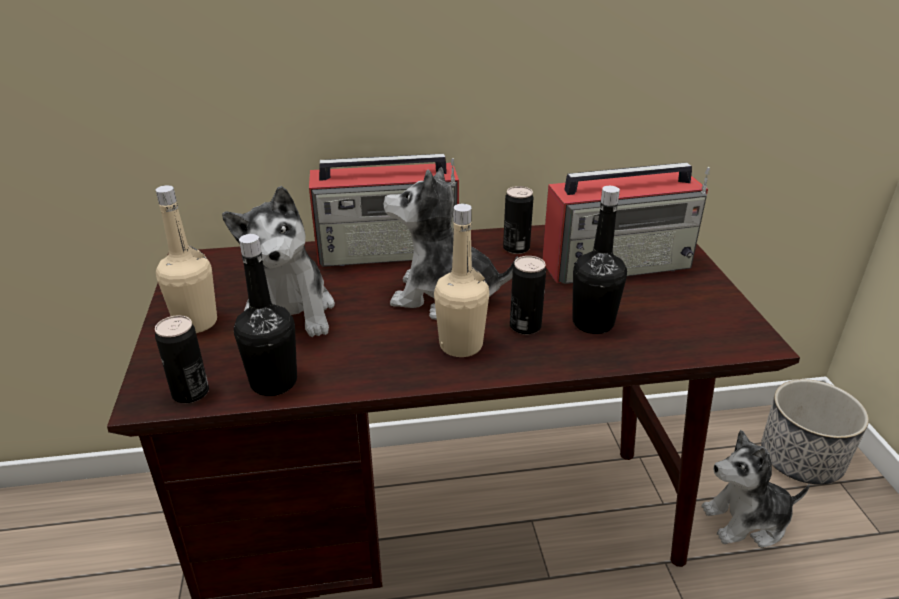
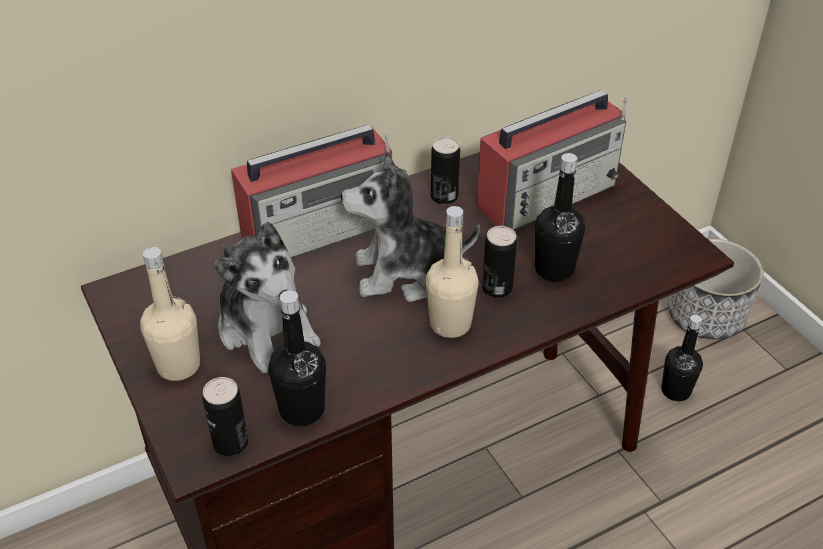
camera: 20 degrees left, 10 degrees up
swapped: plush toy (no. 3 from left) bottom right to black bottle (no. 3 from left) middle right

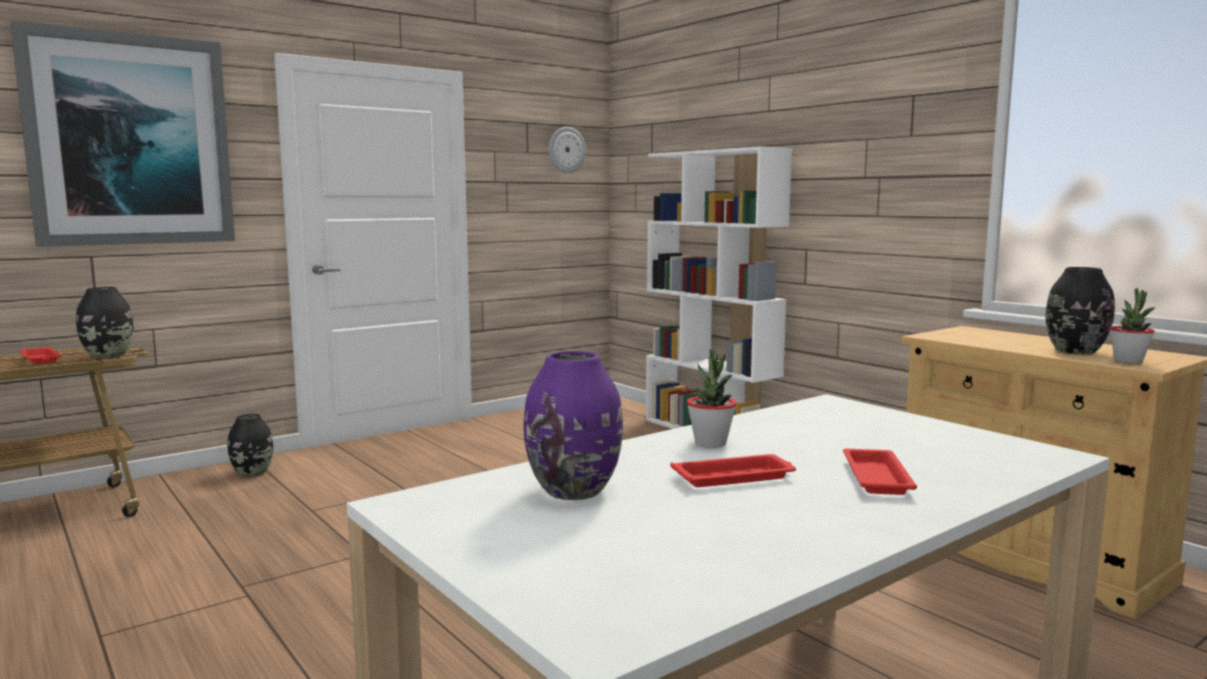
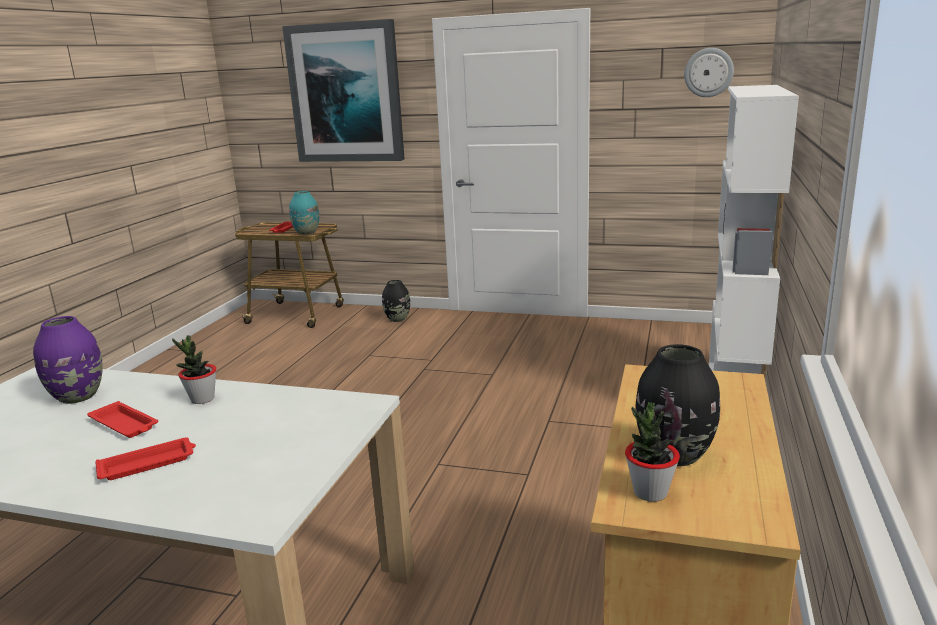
camera: 55 degrees right, 10 degrees up
repainted: black vase (no. 1 from left) middle left to turquoise vase middle left

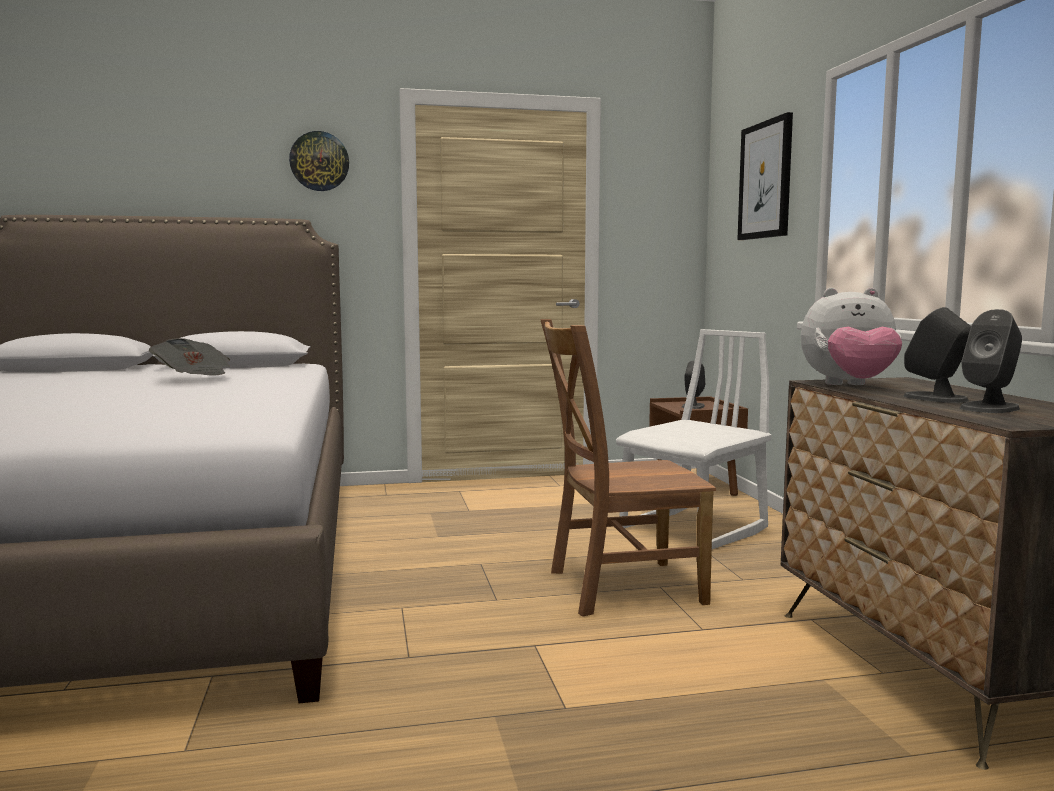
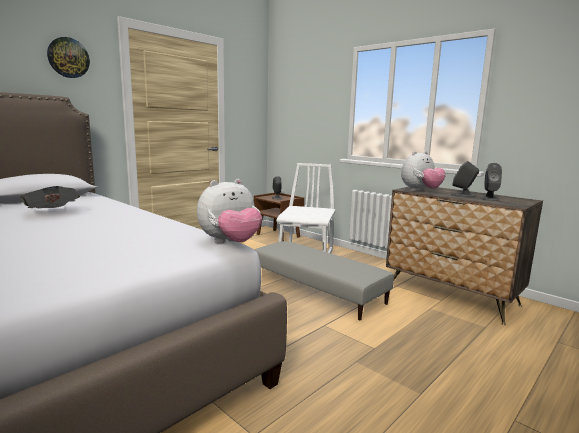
camera: 35 degrees left, 5 degrees up
gone: picture top right
new: plush toy (no. 1 from left) centre
swapped: brown chair centre to grey ottoman centre

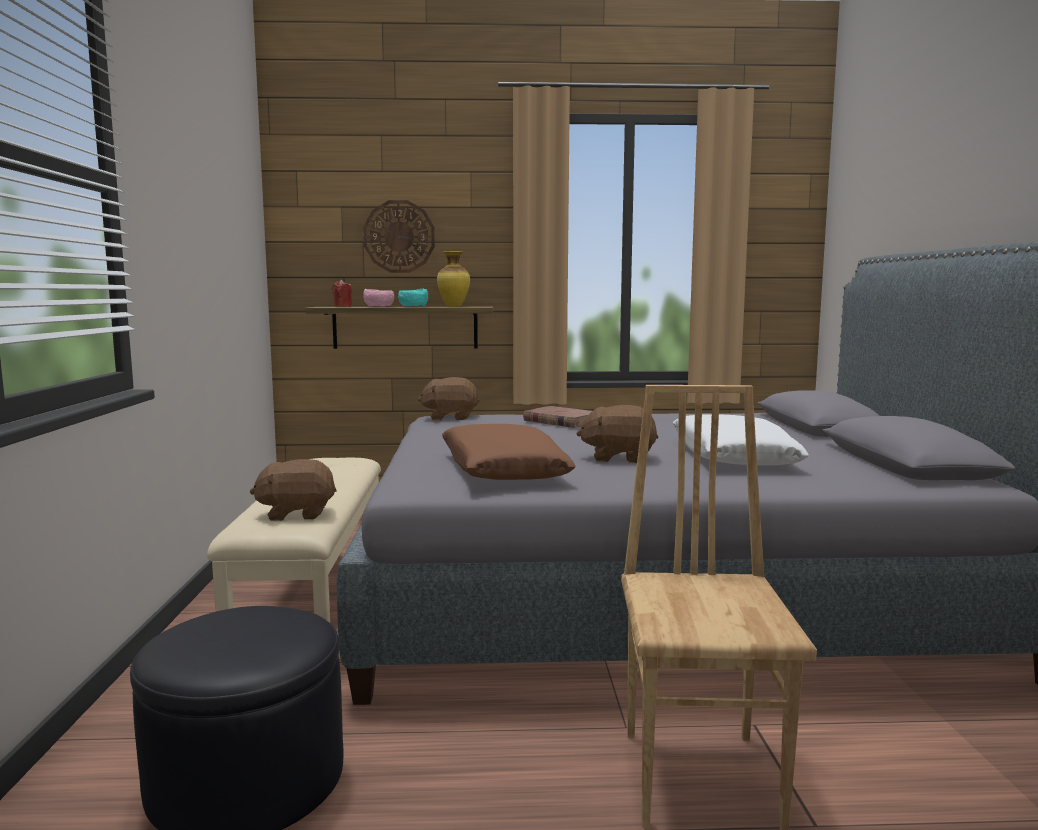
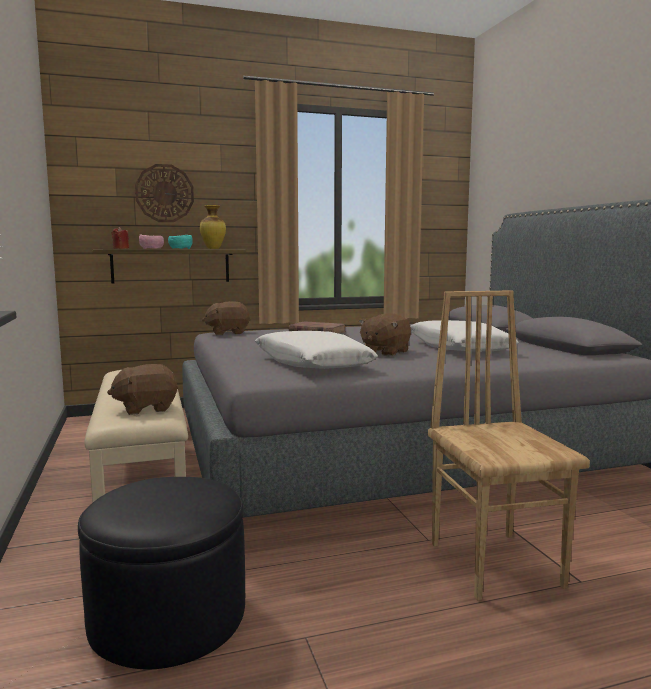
camera: 15 degrees left, 0 degrees up
repainted: brown pillow centre to white pillow (no. 1 from left) centre
rotated: brown plush toy (no. 3 from left) centre = centre 45 degrees counterclockwise

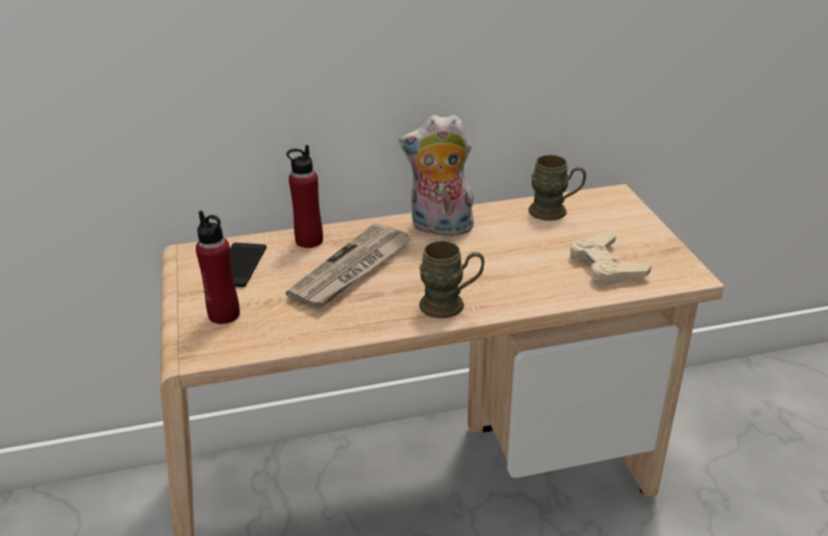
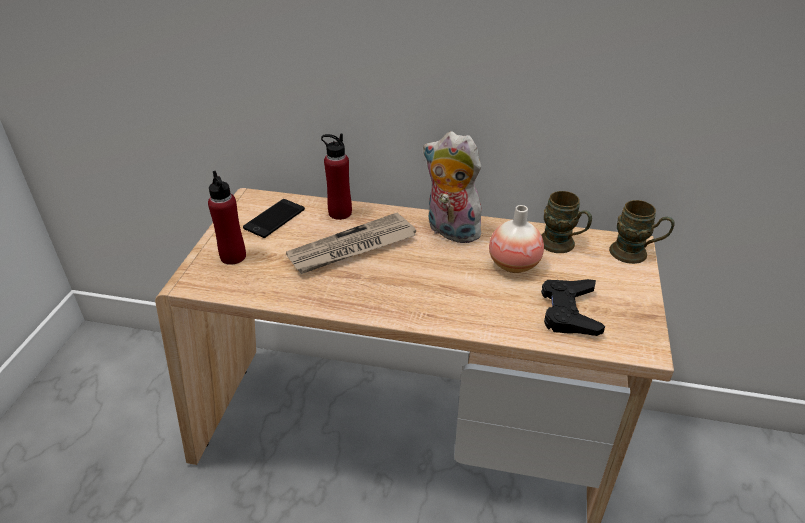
camera: 25 degrees right, 5 degrees up
new: vase centre
shifted: brown mug (no. 1 from left in the first image) centre to brown mug (no. 2 from left) middle right
repainted: beige game controller middle right to black game controller middle right

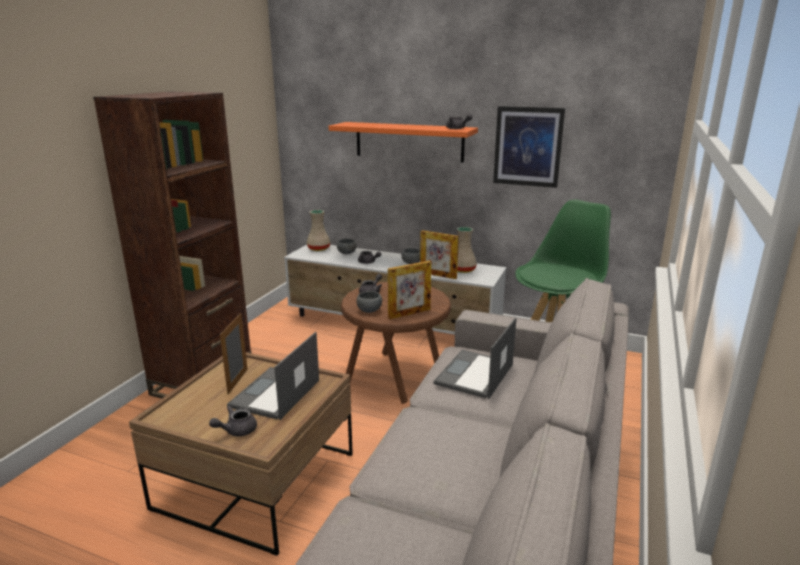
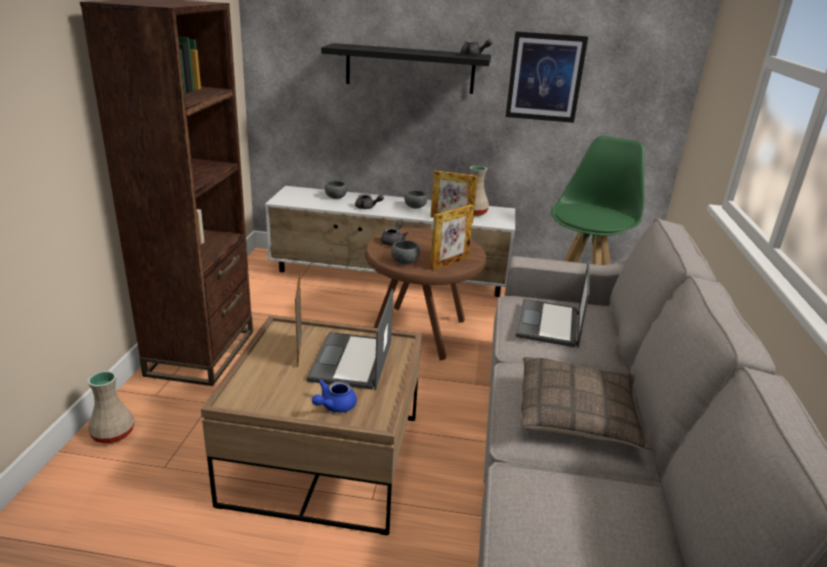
camera: 15 degrees left, 5 degrees up
new: pillow bottom right
shifted: beige vase (no. 1 from left) centre to bottom left
repainted: grey teapot (no. 1 from left) bottom left to blue teapot bottom centre; orange shelf top centre to black shelf top centre

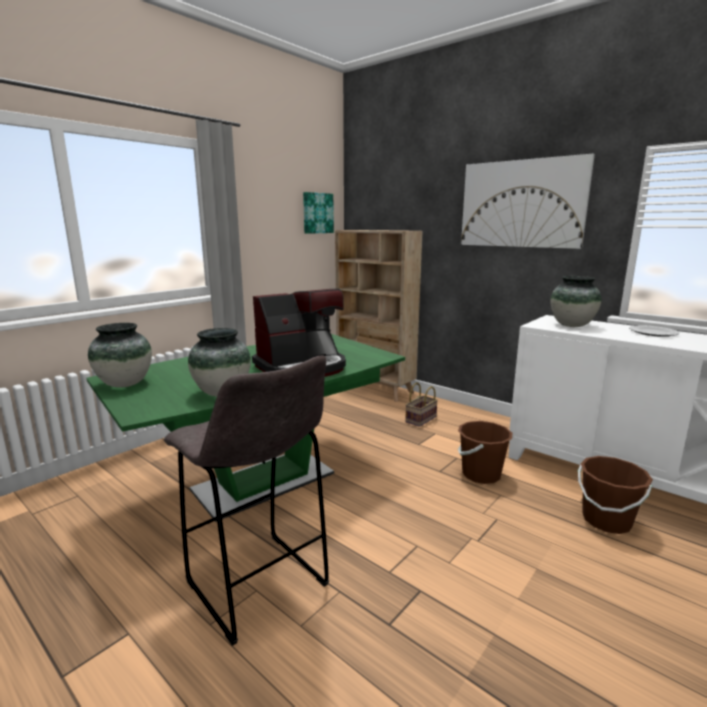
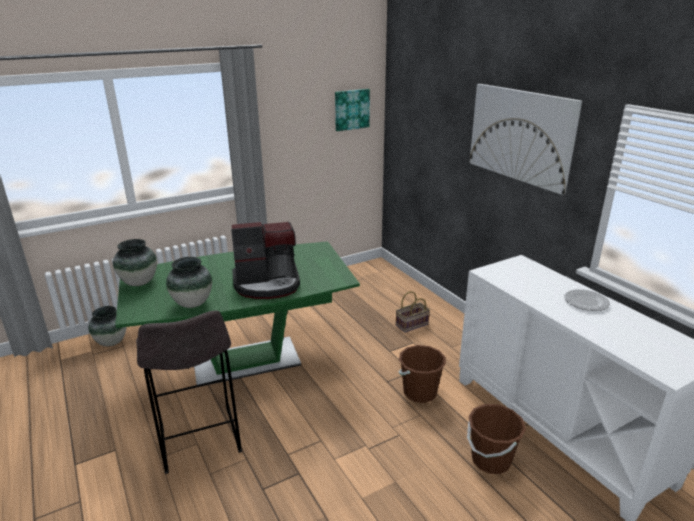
camera: 20 degrees right, 10 degrees up
gone: beige bookcase centre
shifted: vase (no. 3 from left in the first image) middle right to vase (no. 1 from left) middle left

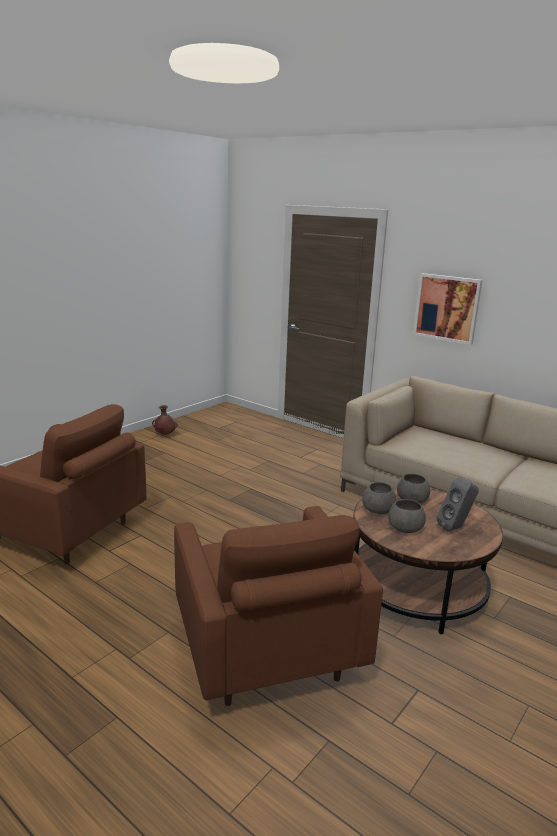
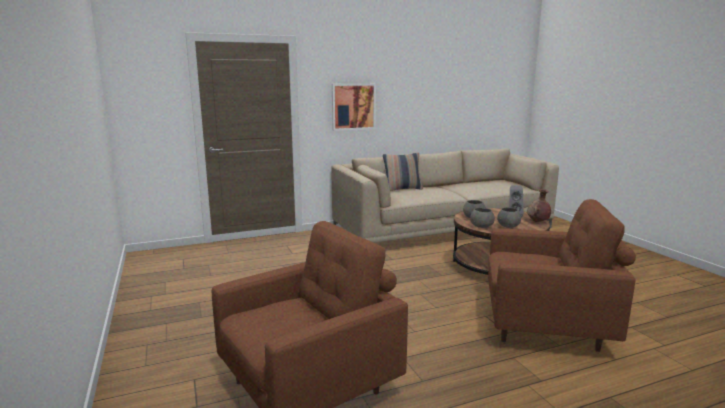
camera: 60 degrees left, 5 degrees down
new: pillow centre
shifted: brown vase middle left to middle right

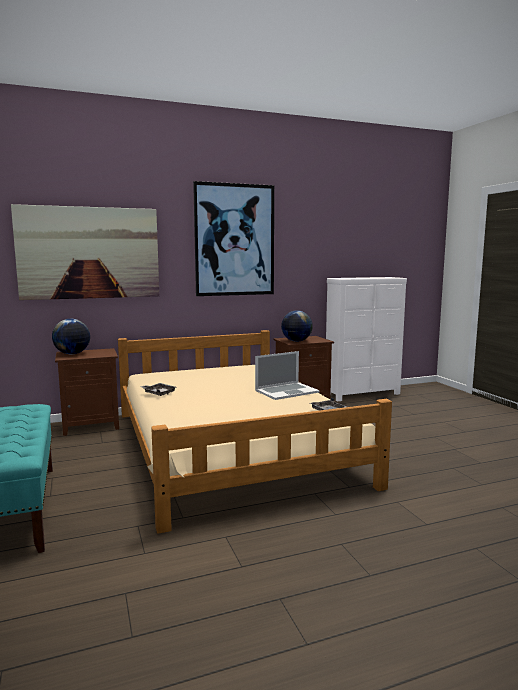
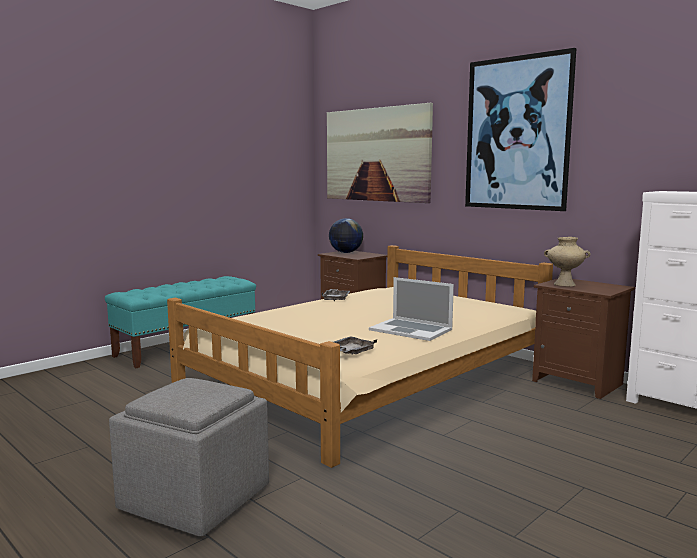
camera: 65 degrees right, 0 degrees up
new: grey ottoman bottom left
swapped: globe (no. 2 from left) centre to beige vase middle right

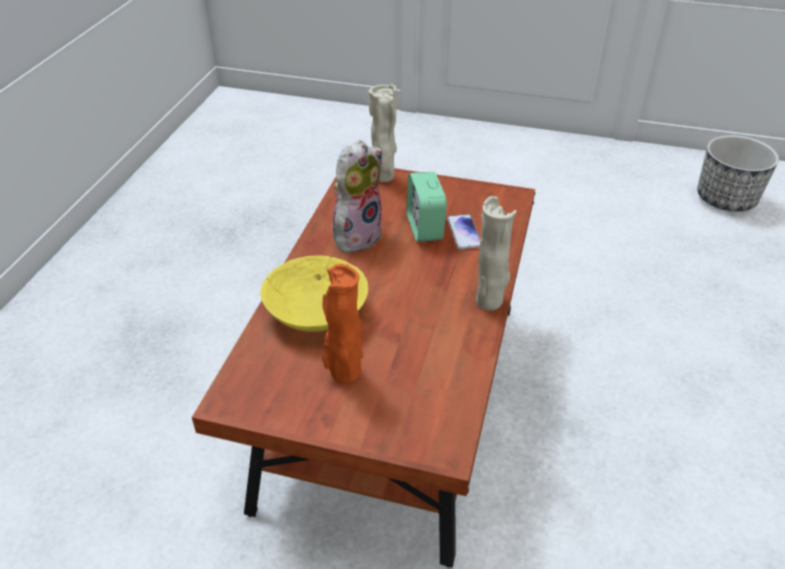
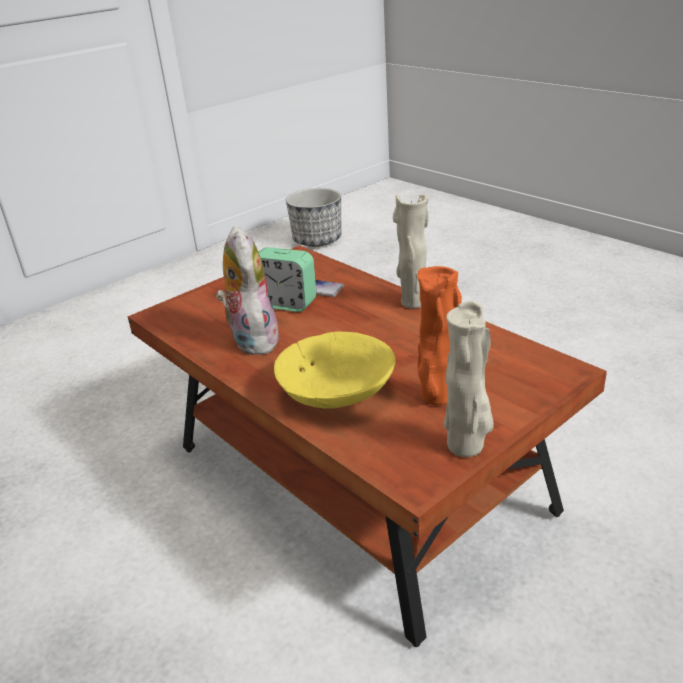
camera: 55 degrees left, 10 degrees down
shifted: beige vase (no. 1 from left in the first image) top centre to beige vase (no. 2 from left) middle right

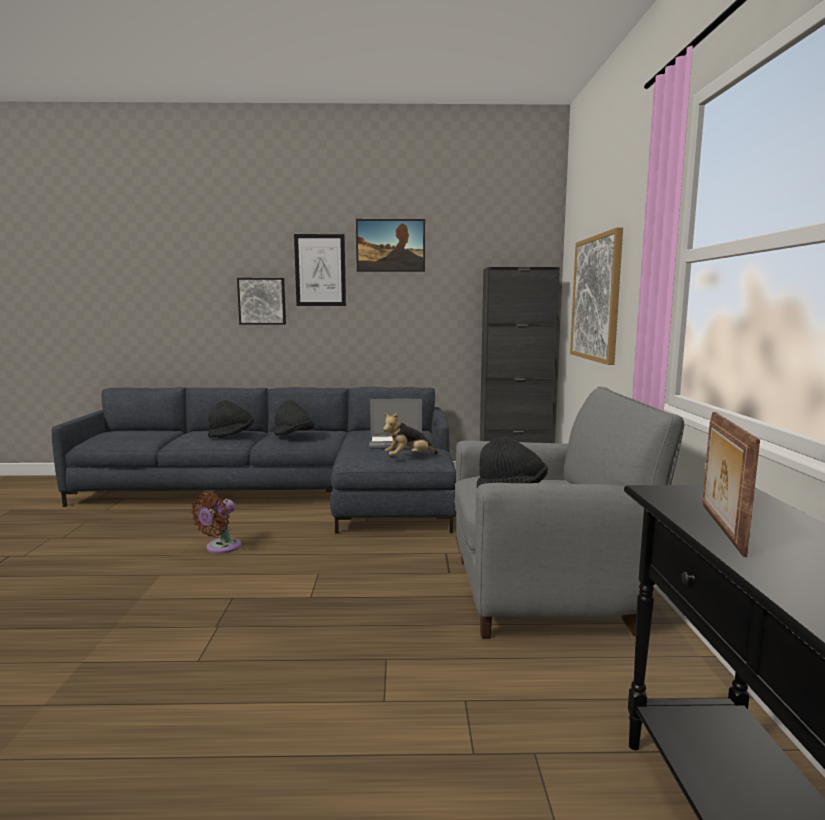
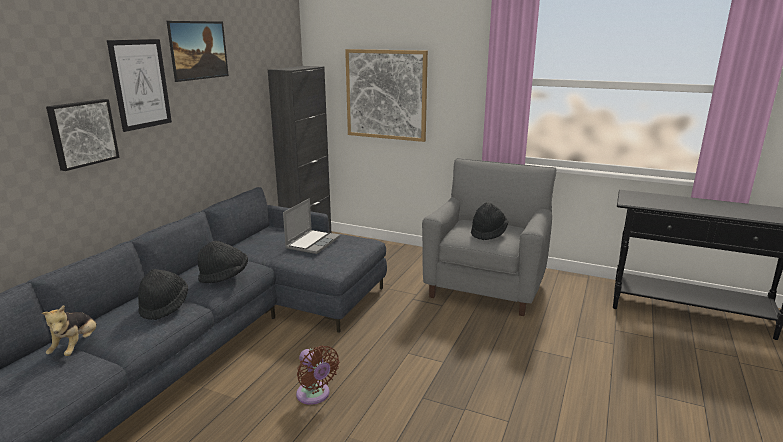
camera: 65 degrees left, 10 degrees up
gone: picture frame middle right
shifted: plush toy centre to bottom left

